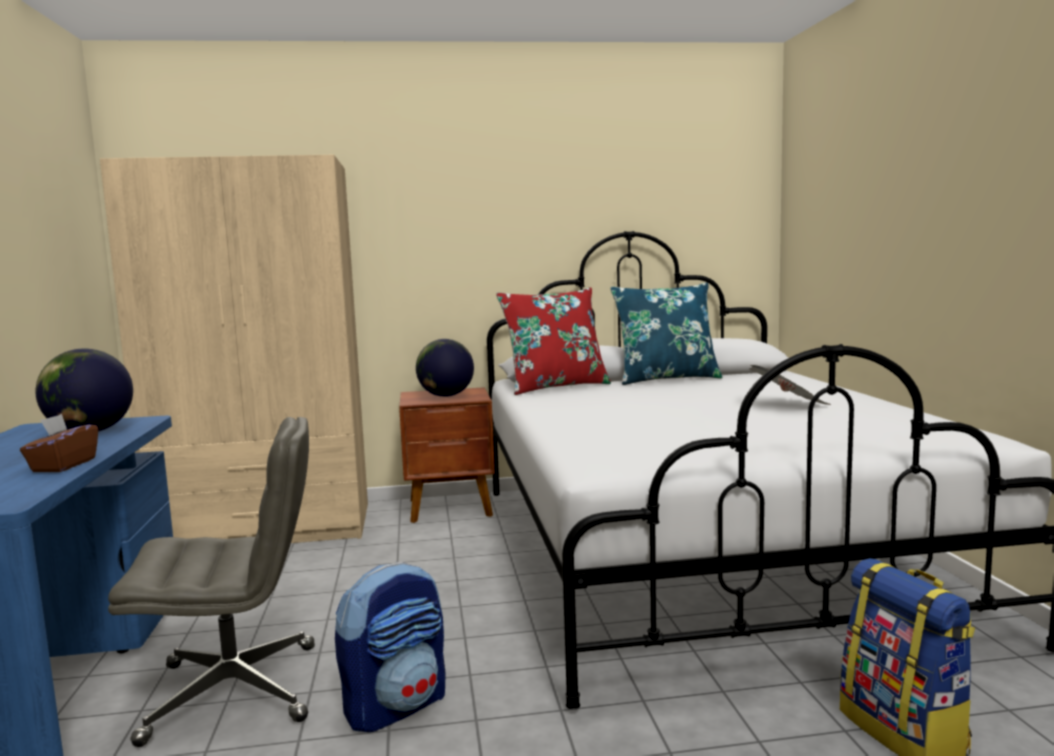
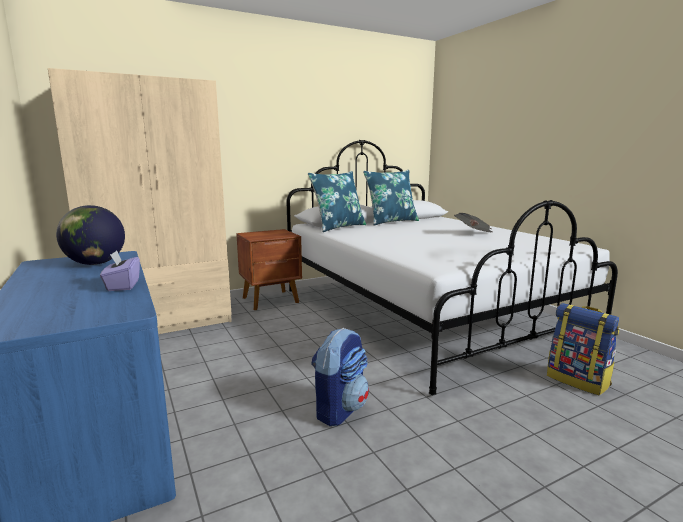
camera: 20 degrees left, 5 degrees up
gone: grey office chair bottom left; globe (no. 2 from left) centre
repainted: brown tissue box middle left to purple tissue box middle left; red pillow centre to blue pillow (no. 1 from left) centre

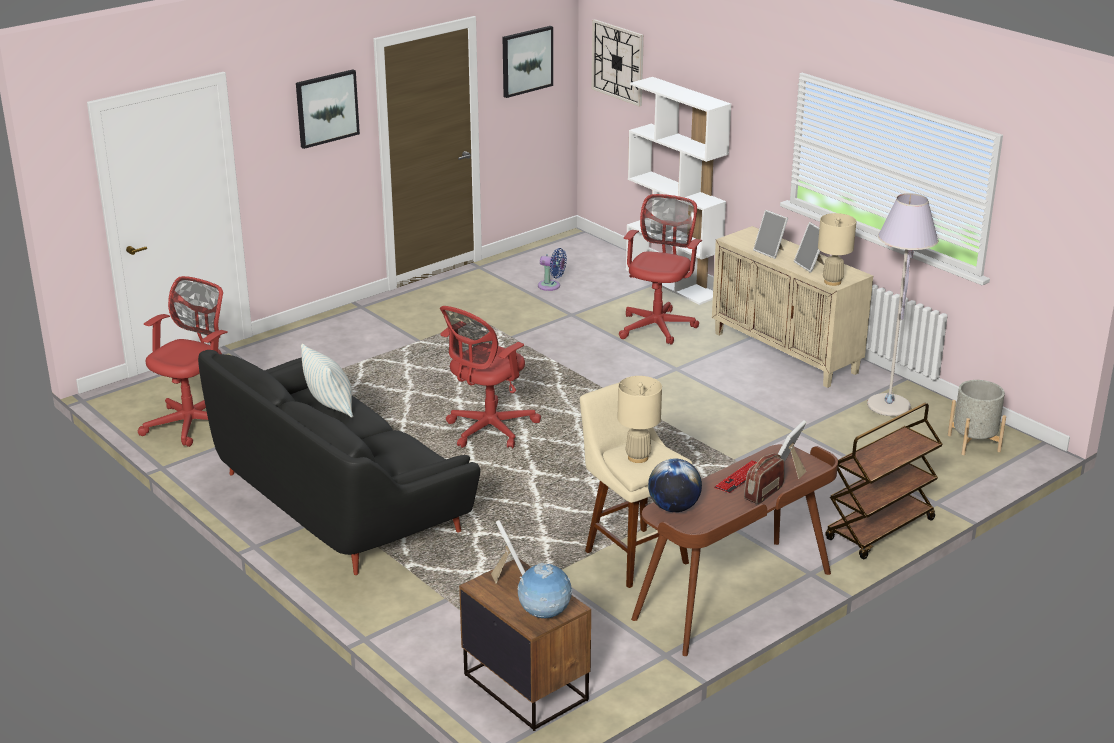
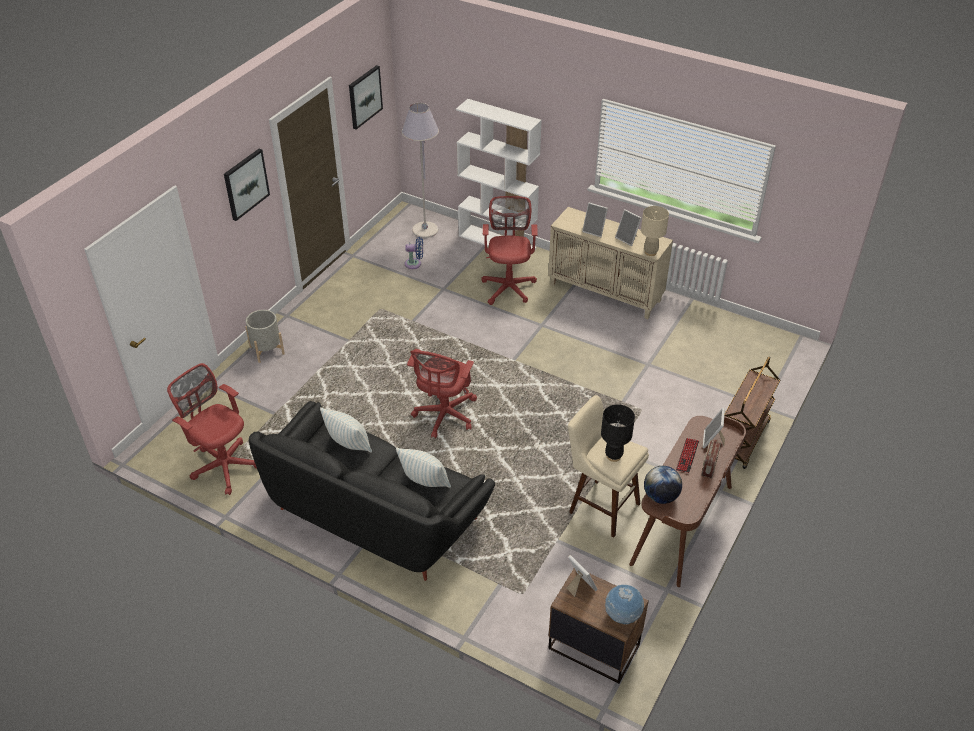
camera: 20 degrees left, 15 degrees up
gone: wall clock top centre
new: pillow (no. 2 from left) centre
shifted: grey floor lamp middle right to top centre; grey planter middle right to middle left
repainted: beige table lamp (no. 1 from left) centre to black table lamp centre
rotated: red office chair (no. 1 from left) middle left = middle left 60 degrees counterclockwise

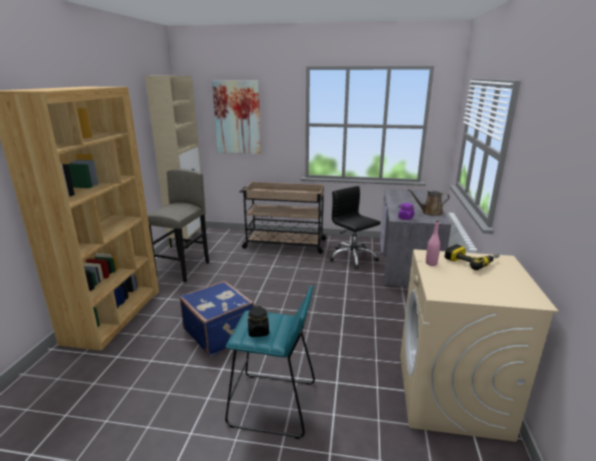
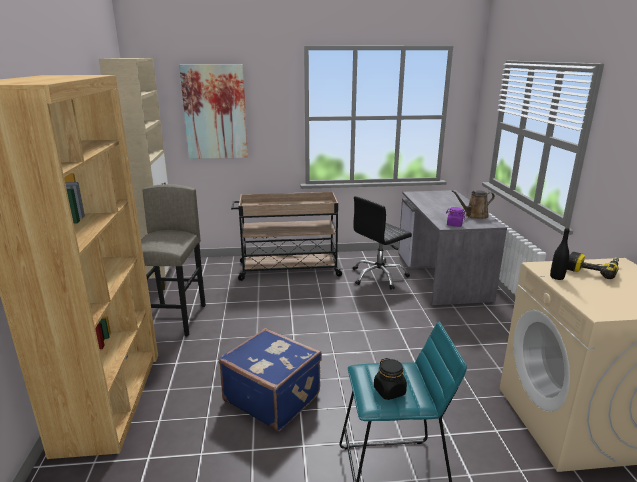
camera: 15 degrees left, 0 degrees up
repainted: pink bottle middle right to black bottle middle right
rotated: black office chair centre = centre 75 degrees counterclockwise

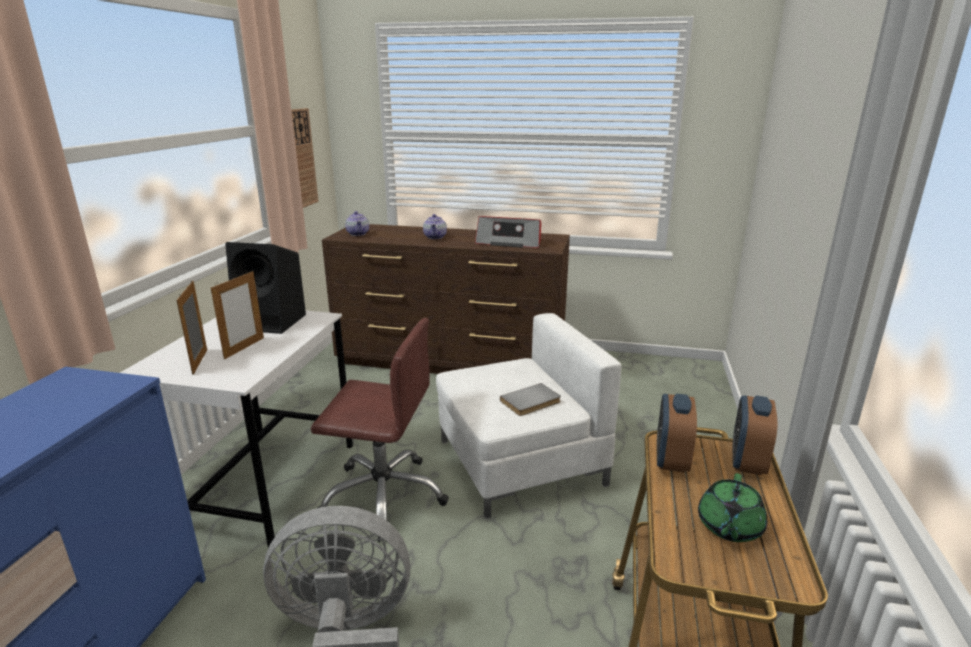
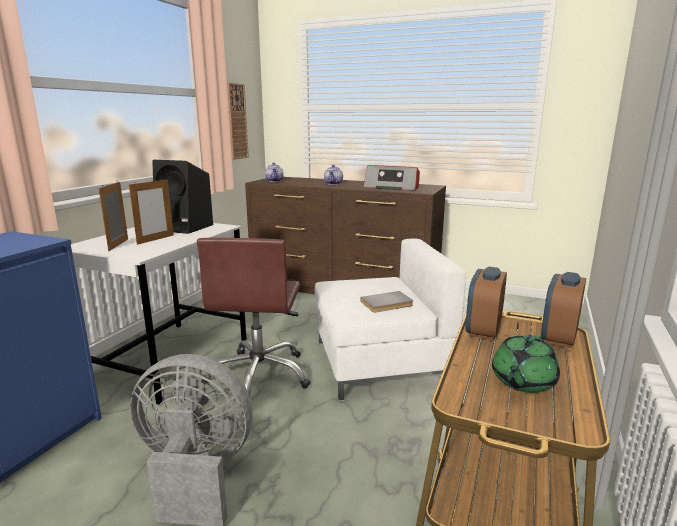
camera: 10 degrees right, 5 degrees down
rotated: brown office chair centre = centre 75 degrees clockwise

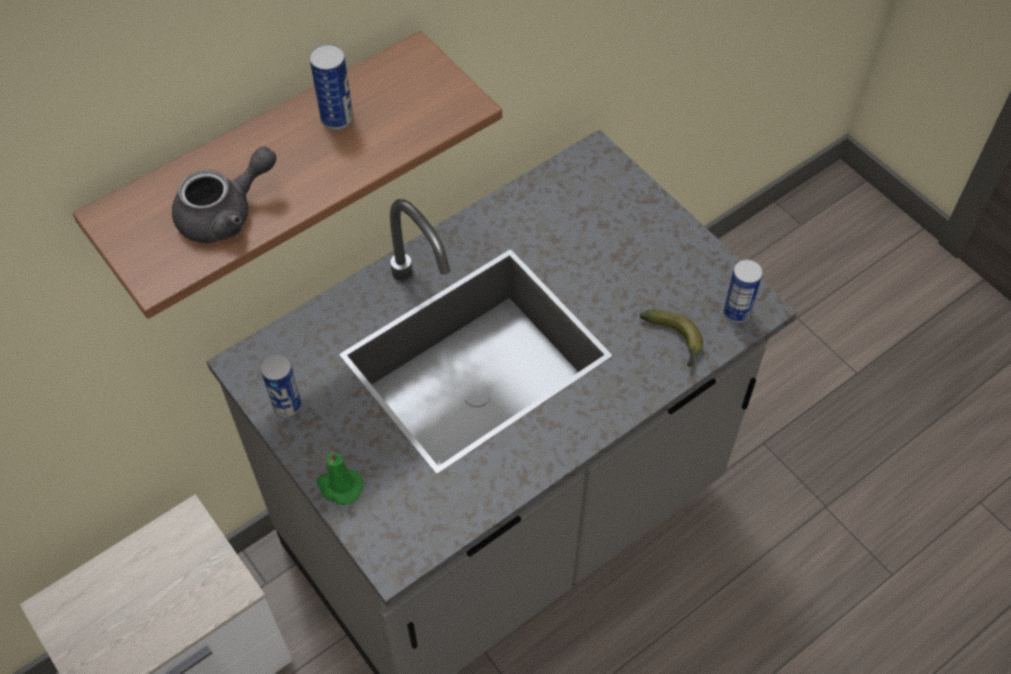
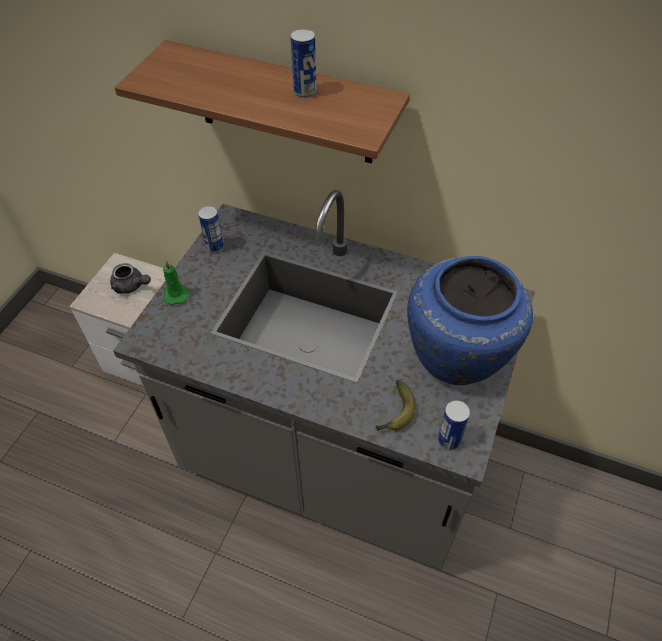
camera: 60 degrees right, 5 degrees down
new: blue vase middle right
shifted: grey teapot top left to middle left

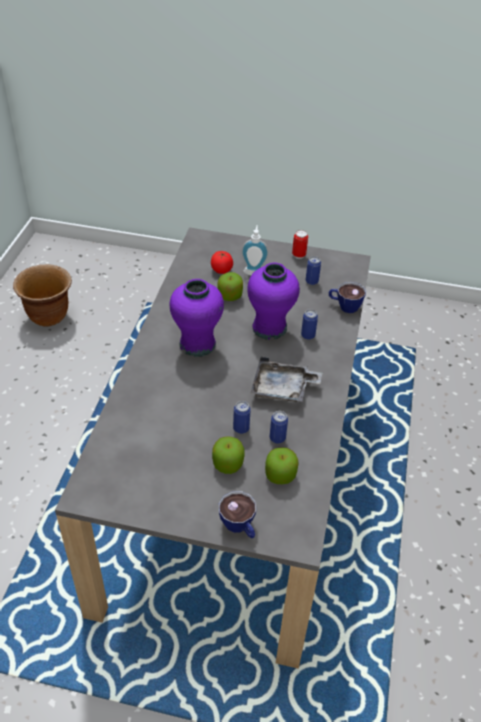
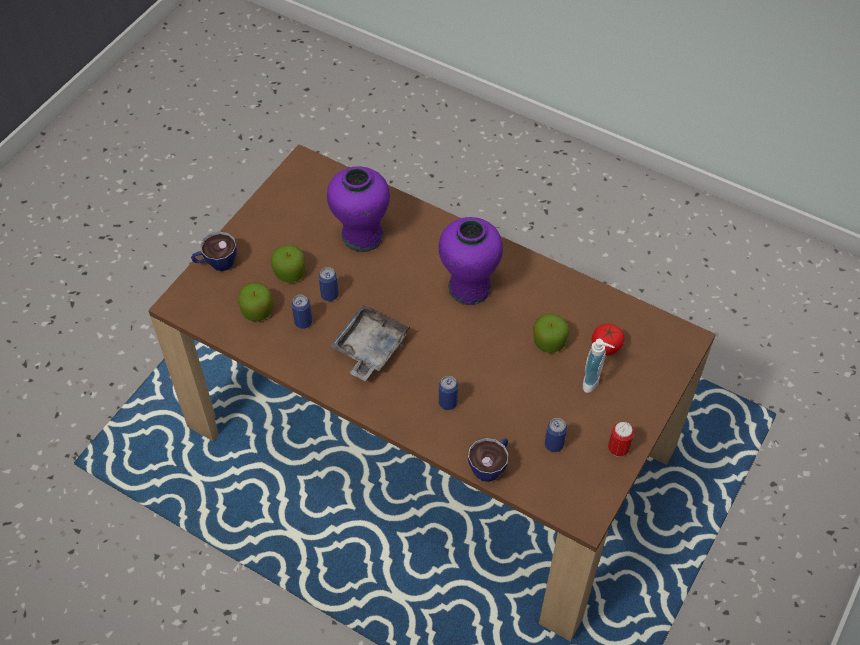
camera: 110 degrees right, 10 degrees up
gone: brown planter middle left
shifted: purple vase (no. 2 from left in the first image) centre to purple vase (no. 1 from left) top centre
repainted: grey dining table centre to brown dining table centre

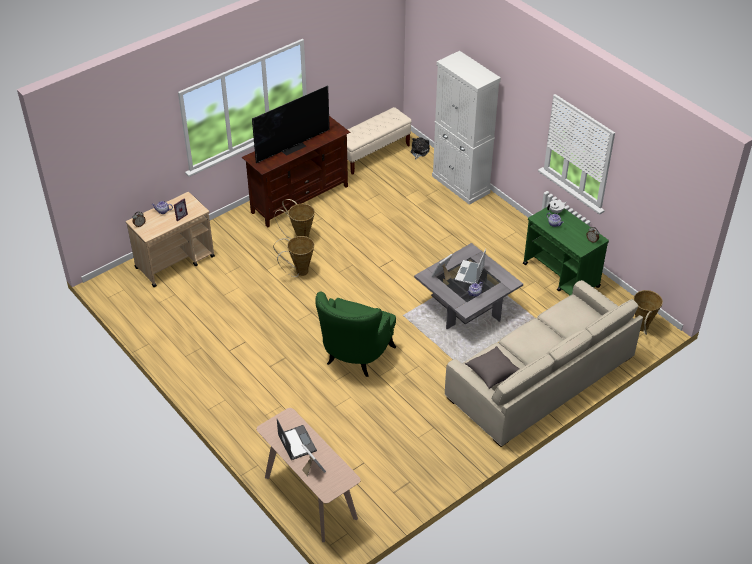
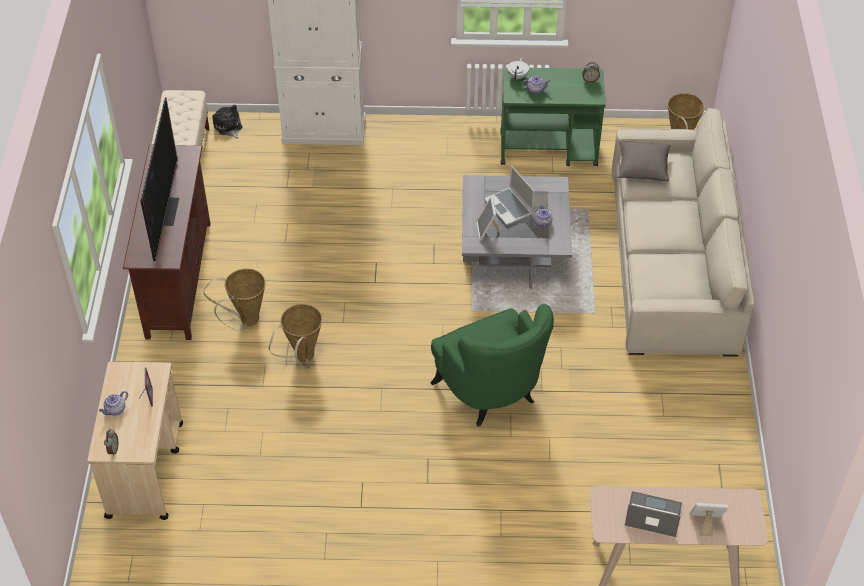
camera: 50 degrees left, 5 degrees up
shifted: grey pillow centre to top right

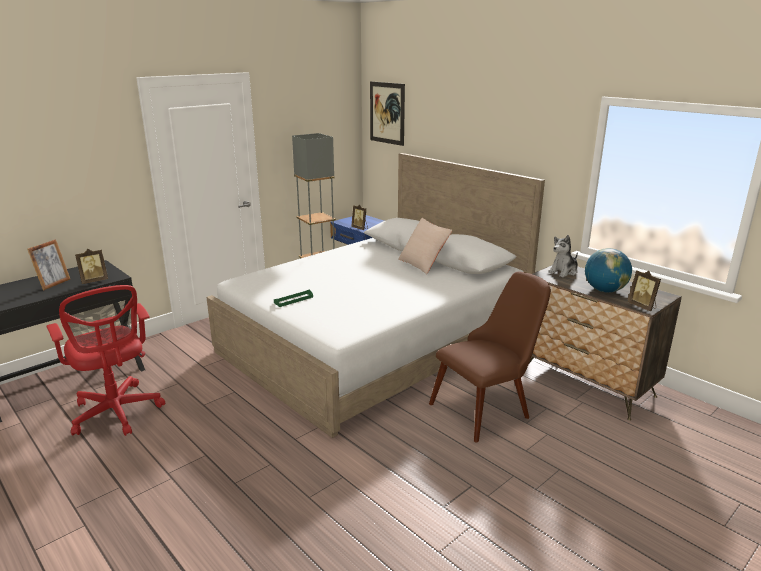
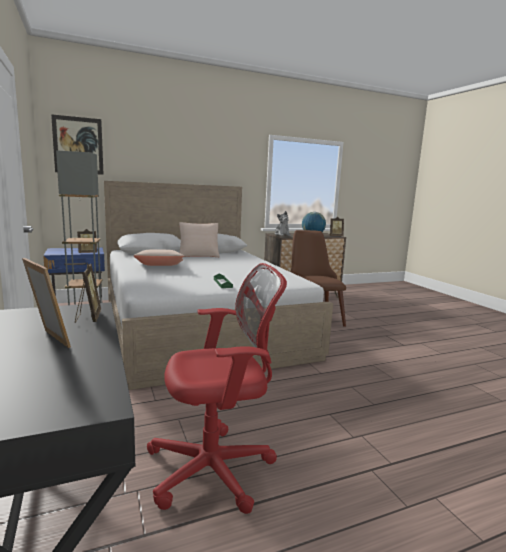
camera: 70 degrees left, 10 degrees down
new: beige pillow (no. 1 from left) middle left

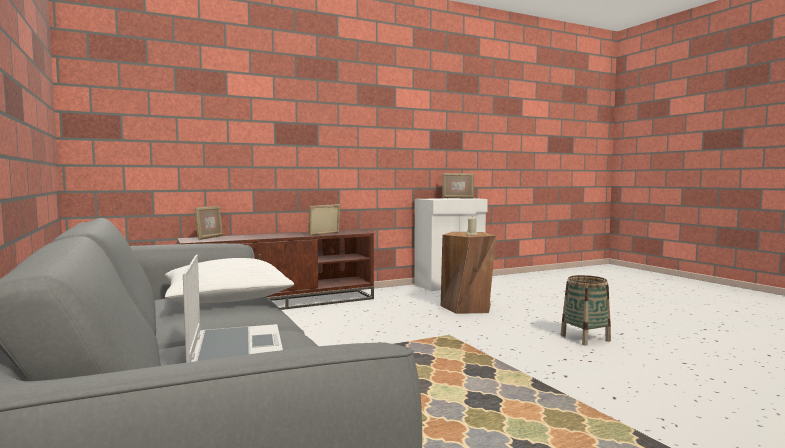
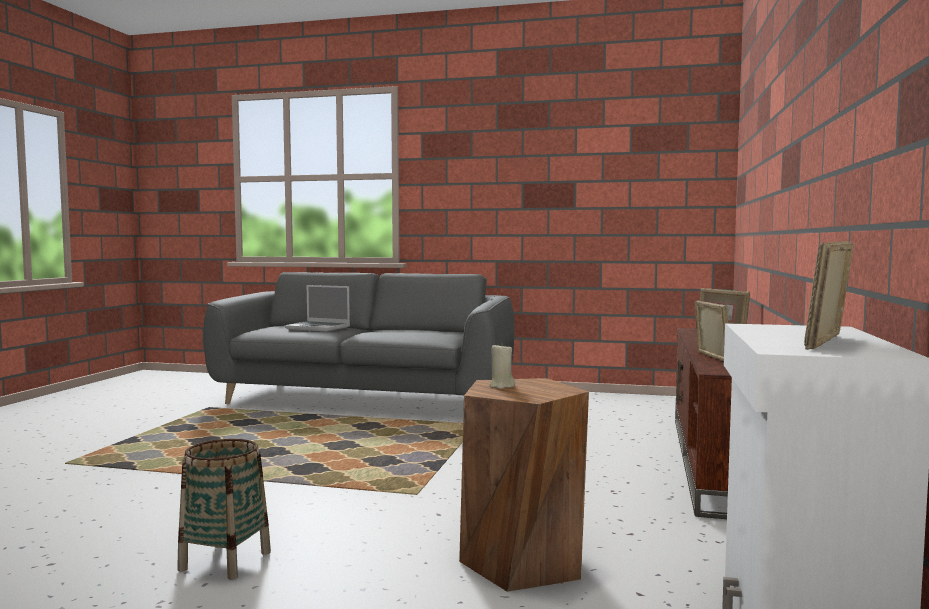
camera: 130 degrees right, 0 degrees up
gone: white pillow middle left

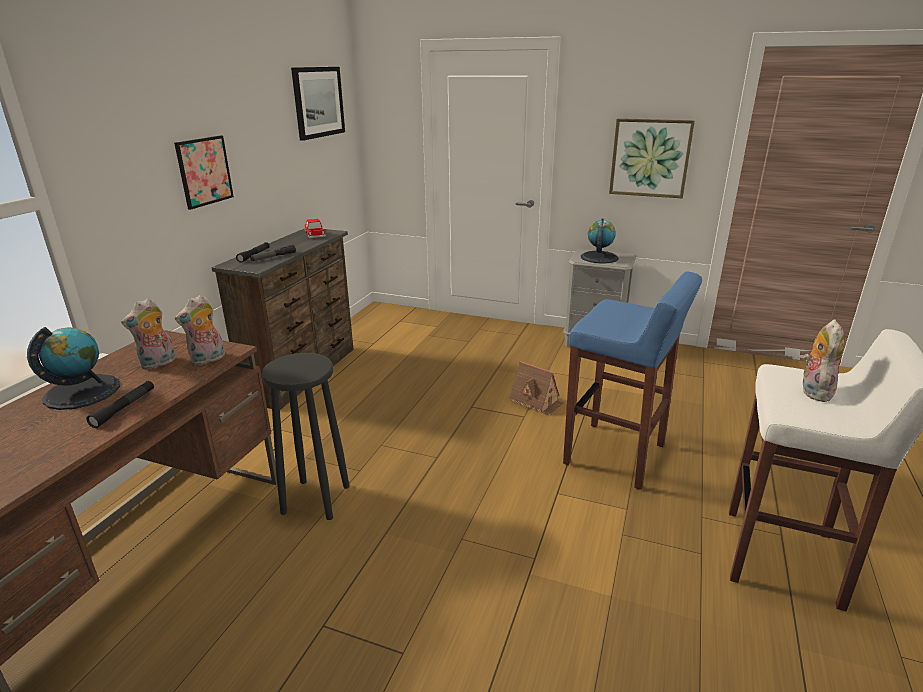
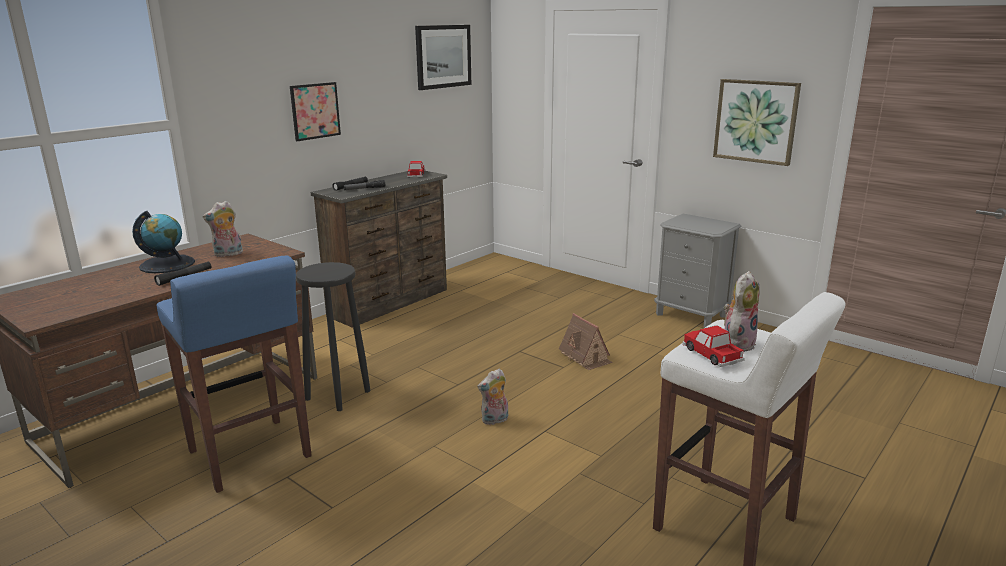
camera: 20 degrees right, 5 degrees down
gone: globe (no. 2 from left) centre
new: toy car (no. 2 from left) middle right
shifted: plush toy (no. 2 from left) middle left to bottom centre; blue stool middle right to middle left

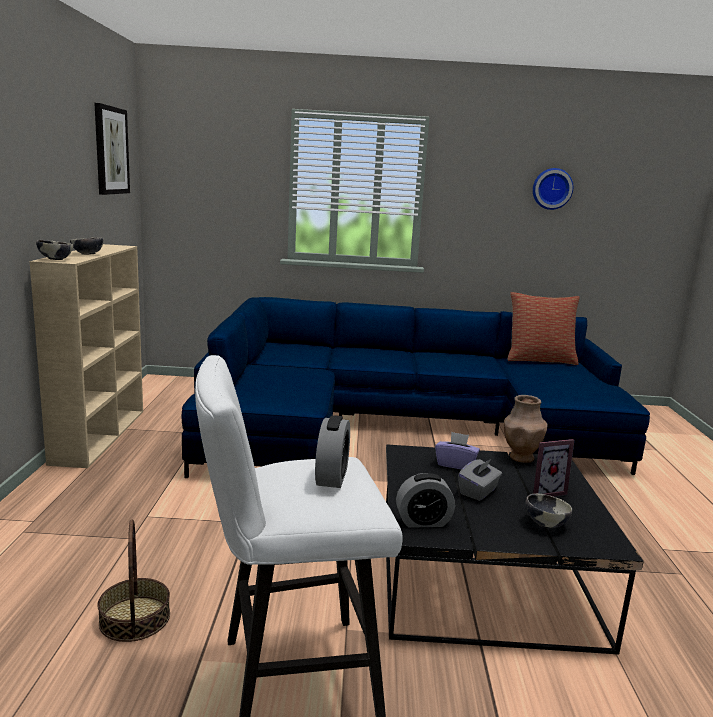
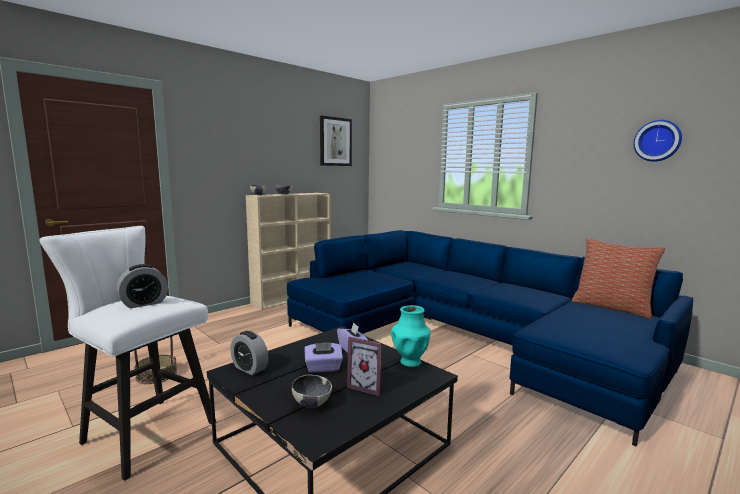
camera: 45 degrees right, 5 degrees down
repainted: grey tissue box bottom right to purple tissue box (no. 1 from left) bottom centre; brown vase middle right to turquoise vase bottom centre

